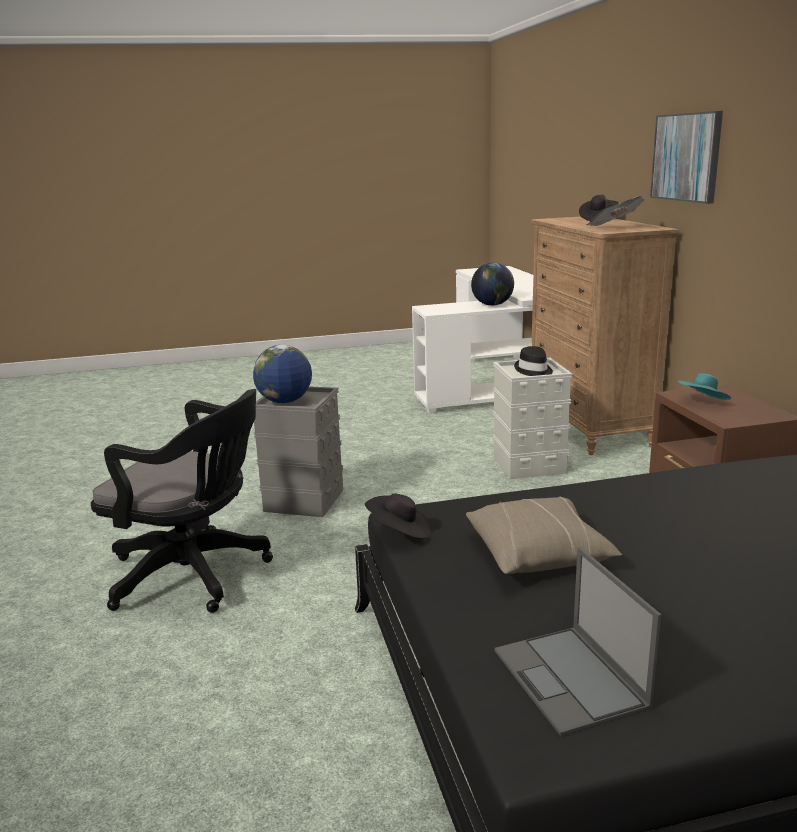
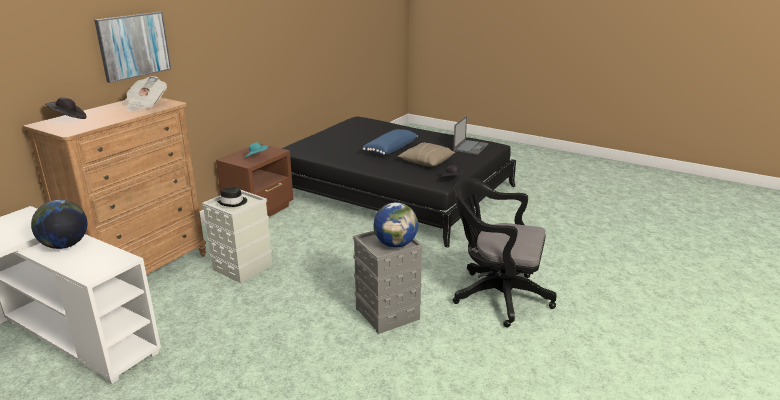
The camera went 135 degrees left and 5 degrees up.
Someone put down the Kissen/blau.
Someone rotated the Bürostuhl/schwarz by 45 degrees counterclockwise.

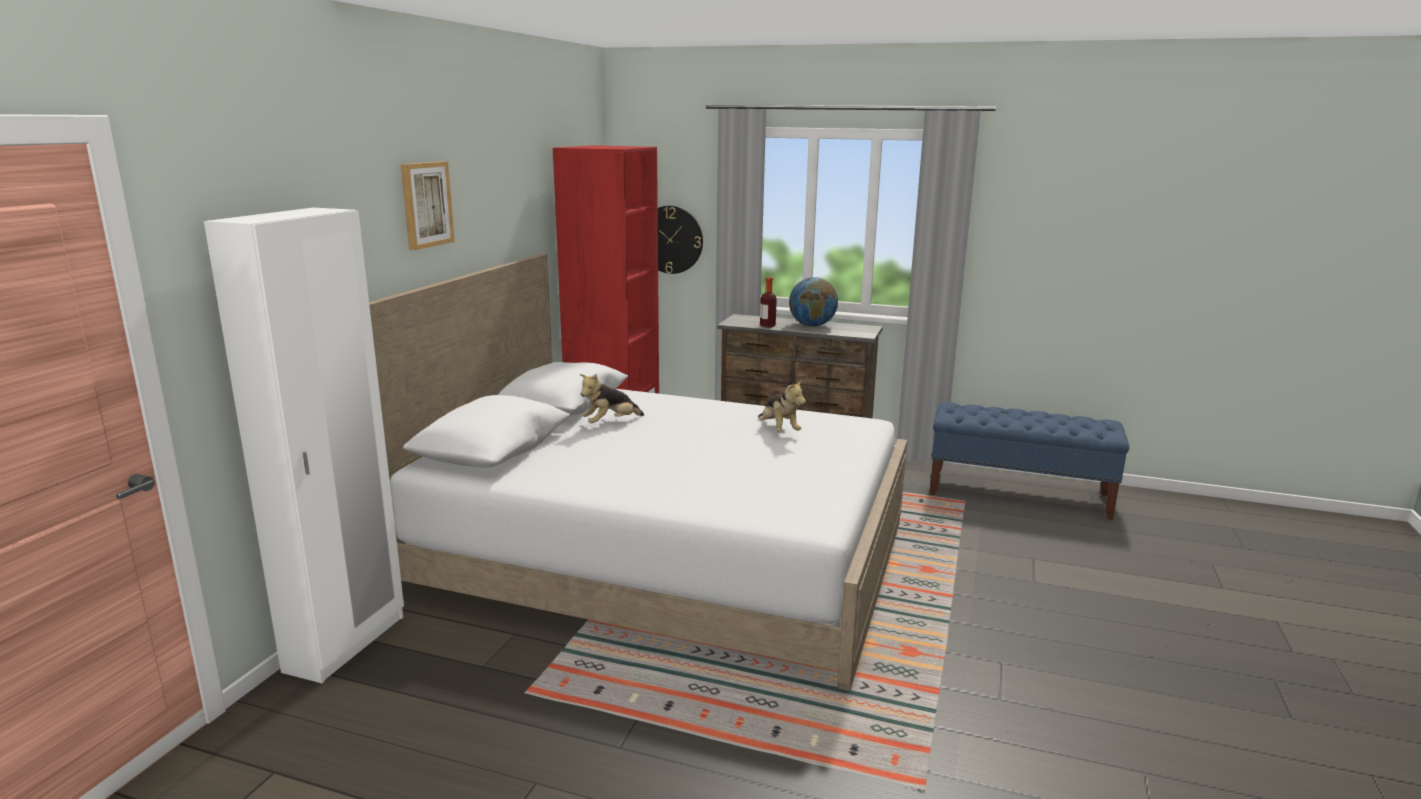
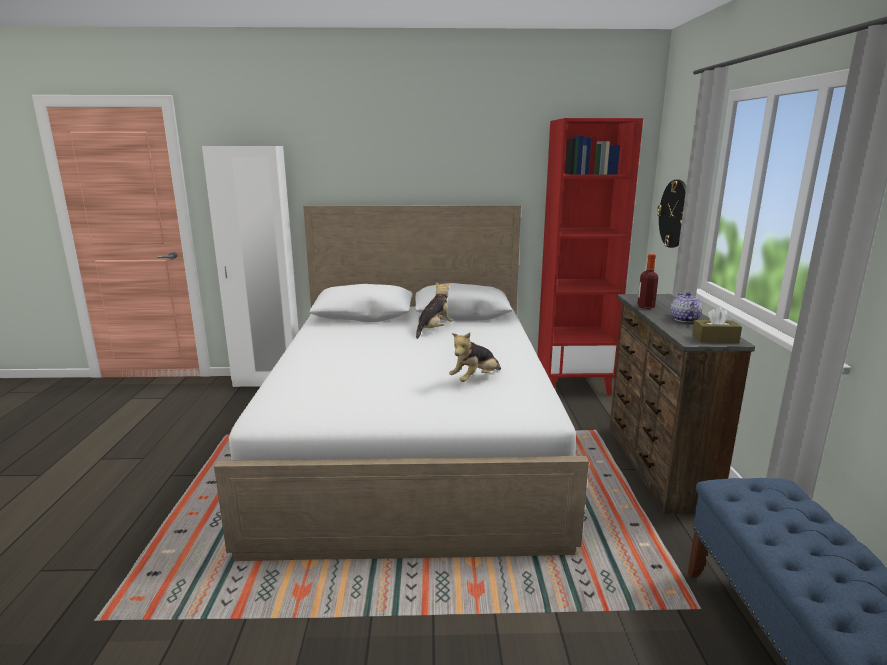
The camera went 70 degrees right and 0 degrees up.
Someone rotated the Plüschtier (1st from left) by 90 degrees clockwise.
Someone swapped the Globus for the Teekanne.
Someone put down the Taschentuchbox/braun.
Someone took away the Bild.

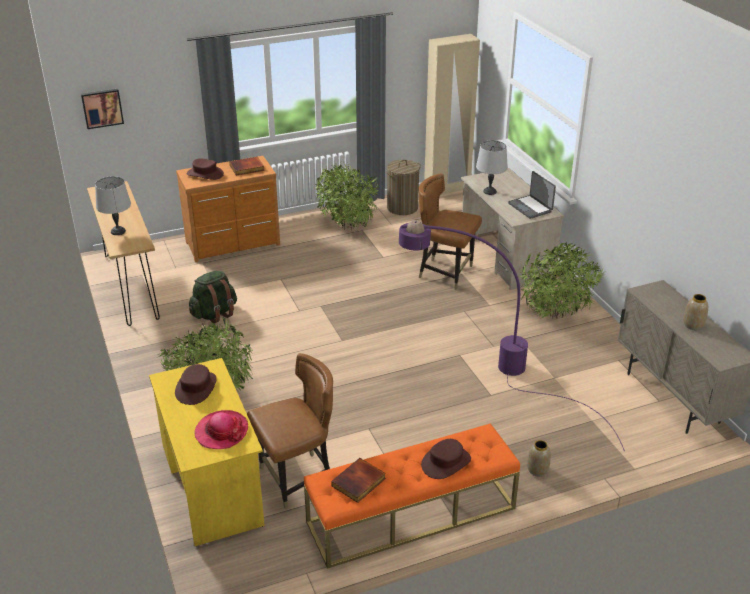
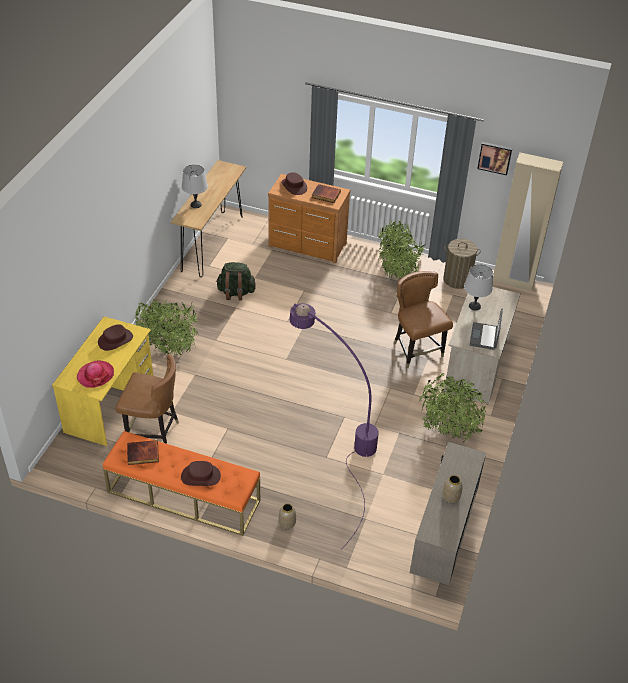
The camera went 40 degrees right and 10 degrees up.
Someone carried the Bild.

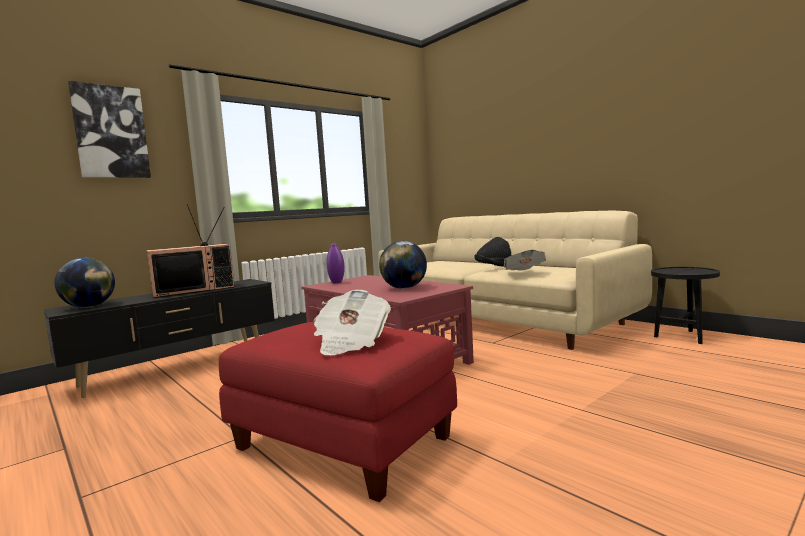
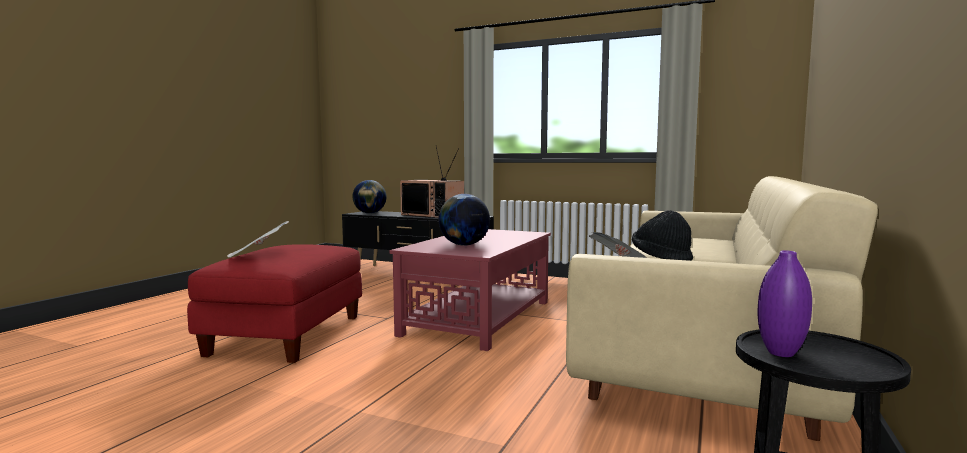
The camera went 65 degrees right and 0 degrees up.
Someone carried the Vase/lila.
Someone took away the Bild.

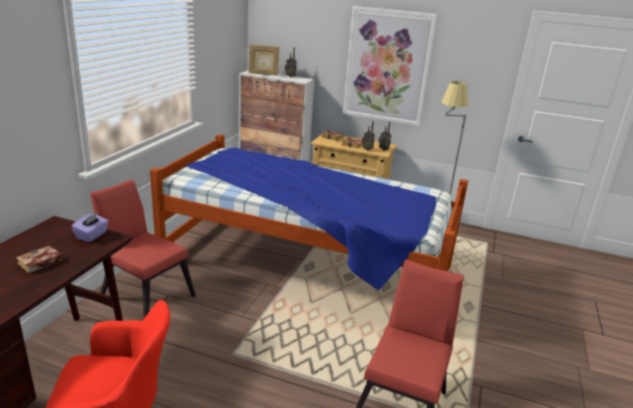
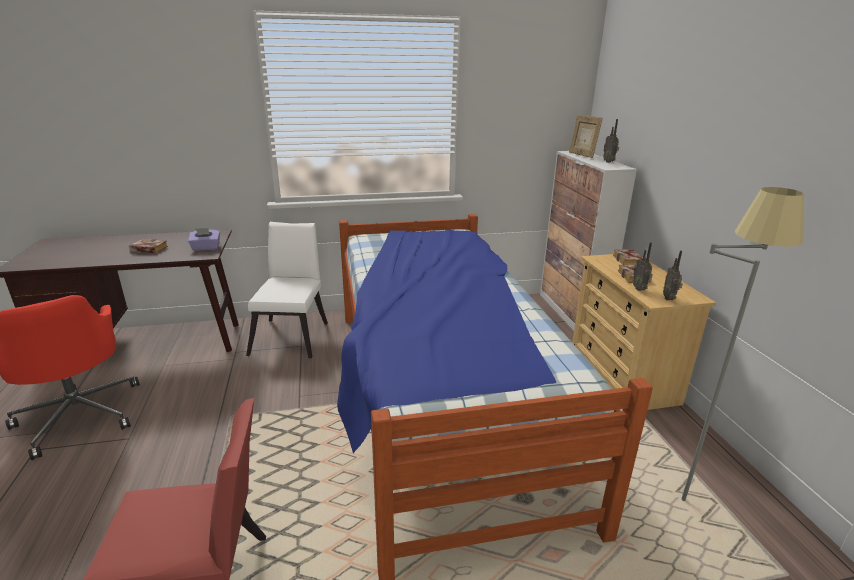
The camera went 60 degrees right and 0 degrees up.
Someone repainted the Stuhl/rot (1st from left), which became the Stuhl/weiß.
Someone took away the Bild.

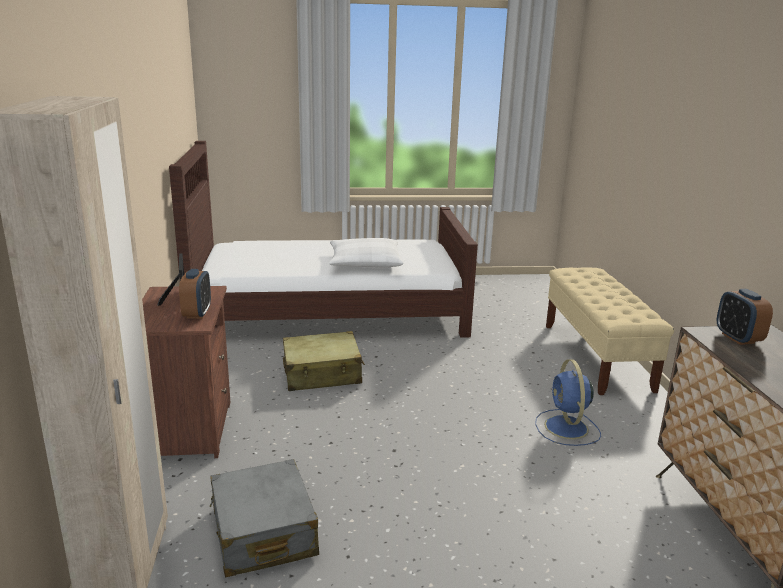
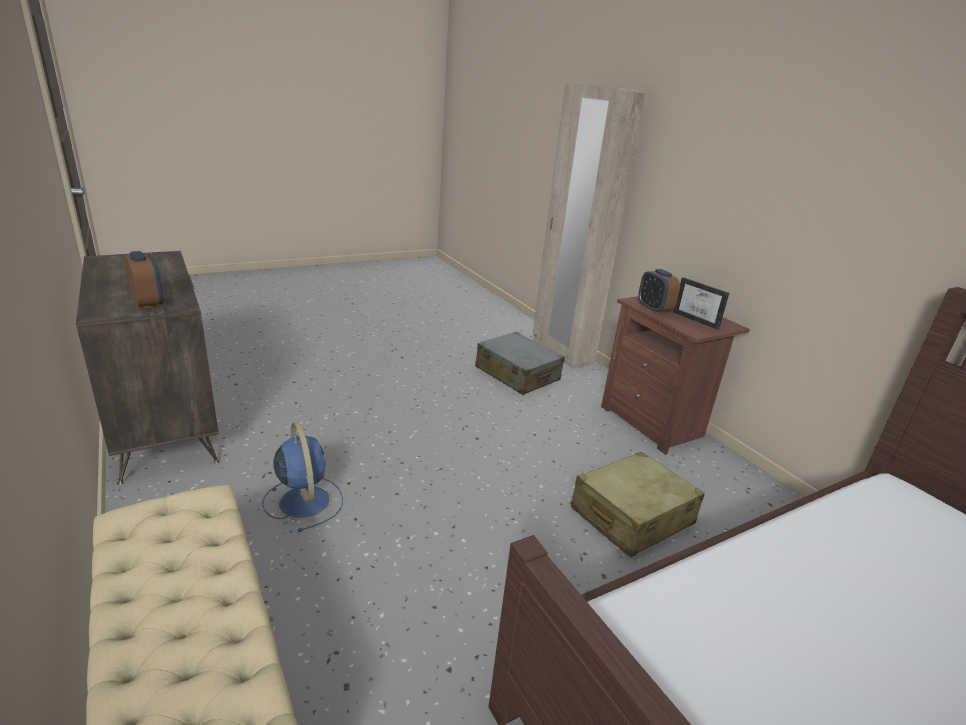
The camera went 155 degrees right and 5 degrees up.
Someone took away the Kissen/weiß.

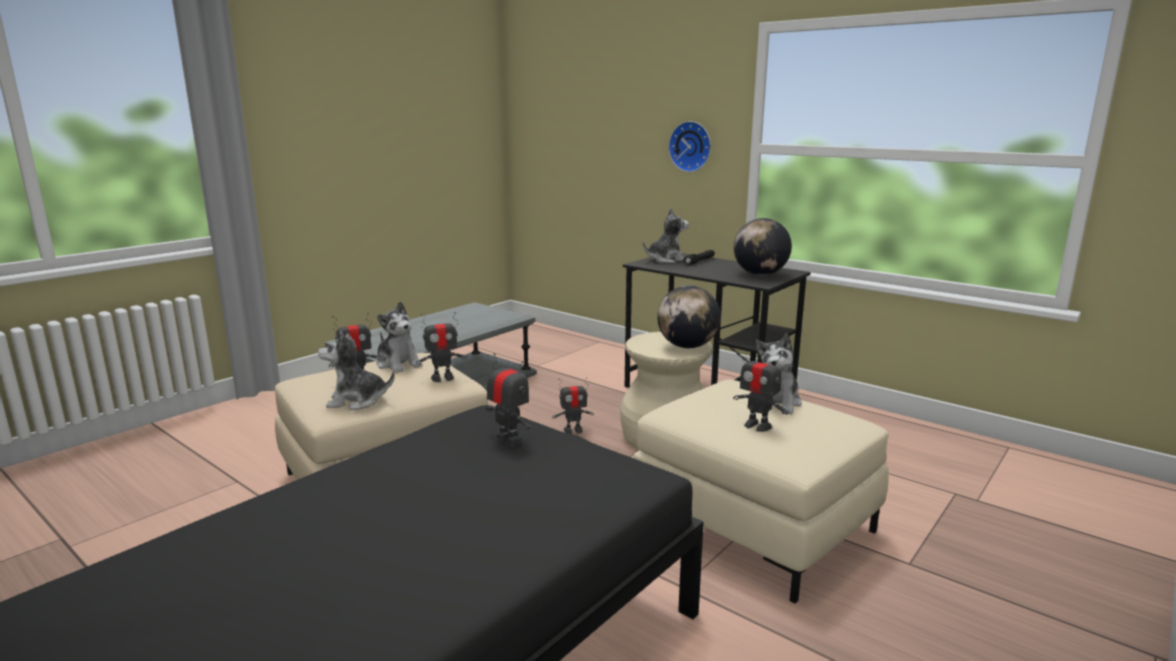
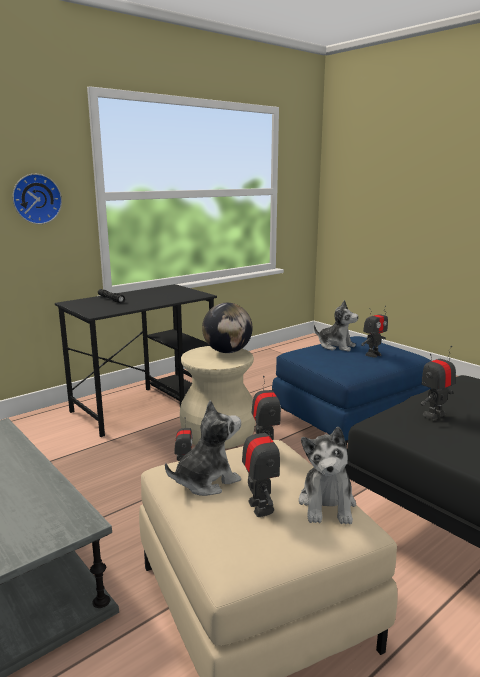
The camera went 80 degrees left and 0 degrees up.
Someone repainted the Polsterhocker/beige (2nd from left), which became the Polsterhocker/blau.
Someone took away the Plüschtier (3rd from left).
Someone took away the Globus (2nd from left).

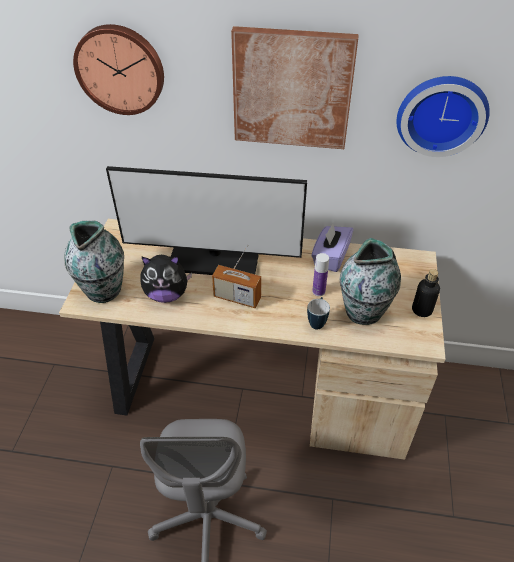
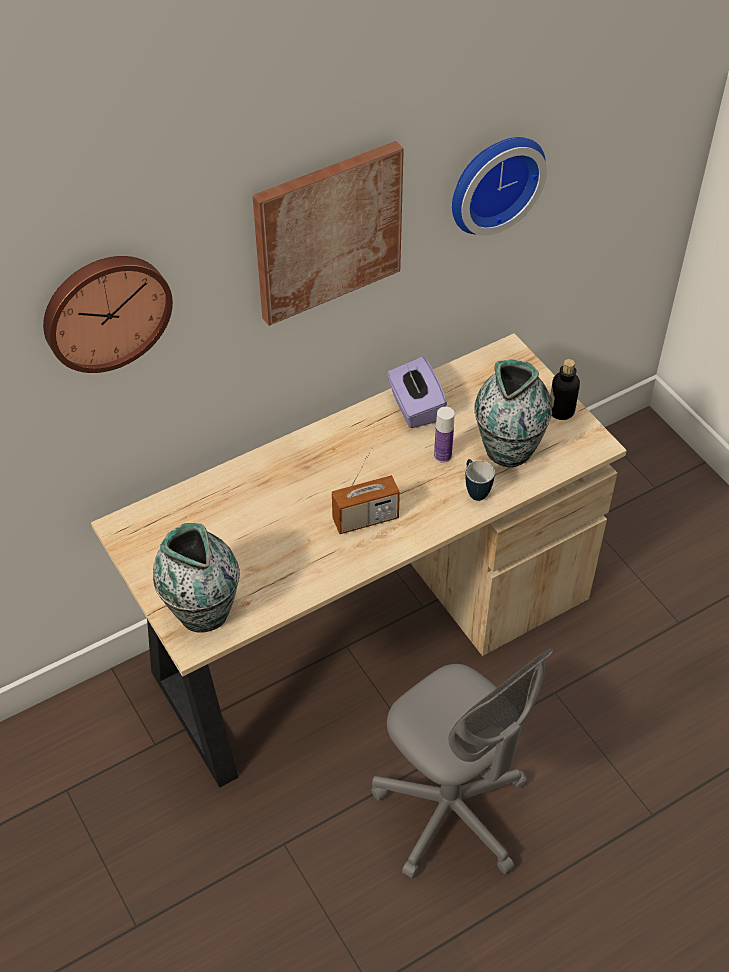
The camera went 40 degrees left and 5 degrees up.
Someone took away the Monitor.
Someone took away the Plüschtier.

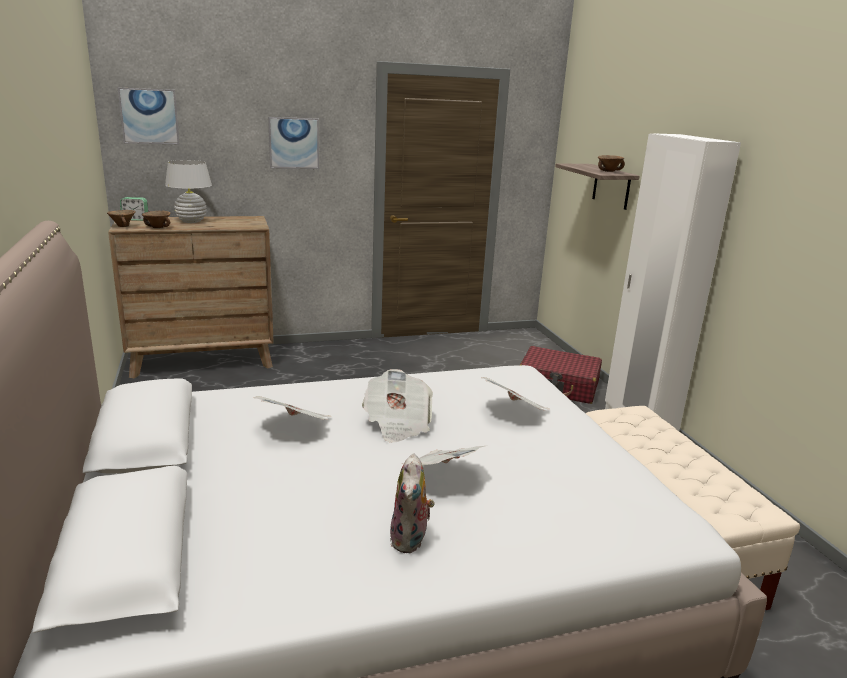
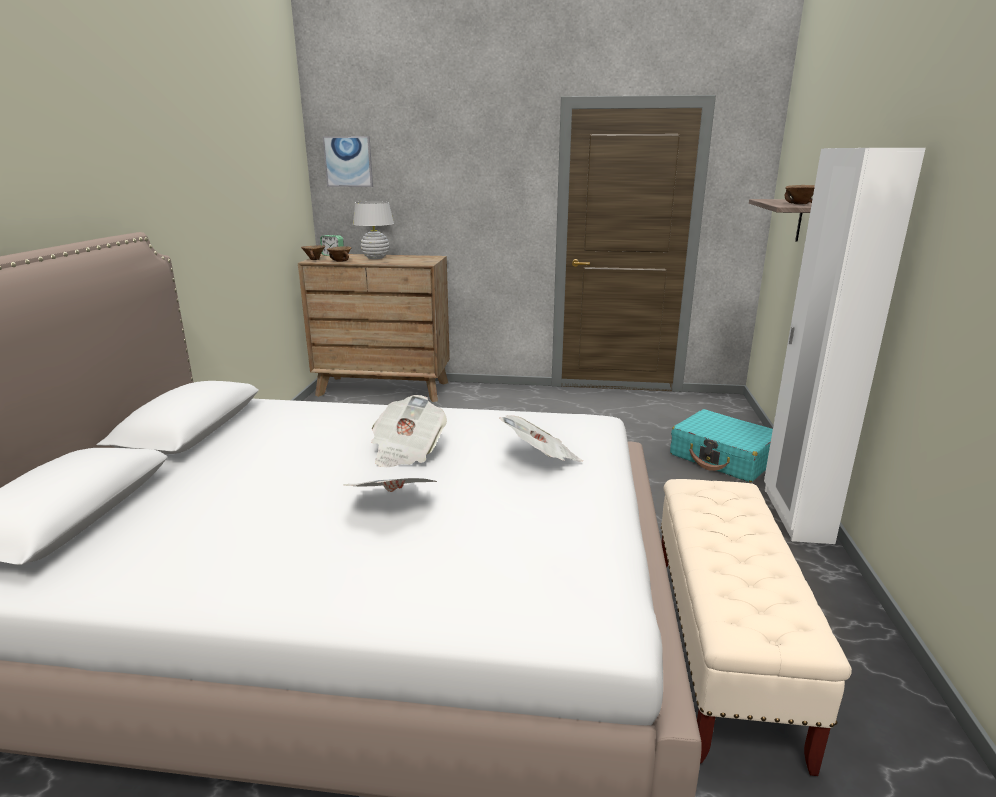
The camera went 25 degrees right and 0 degrees up.
Someone repainted the Koffer/rot, which became the Koffer/türkis.
Someone took away the Zeitung (1st from left).
Someone took away the Bild (2nd from left).
Someone took away the Plüschtier.

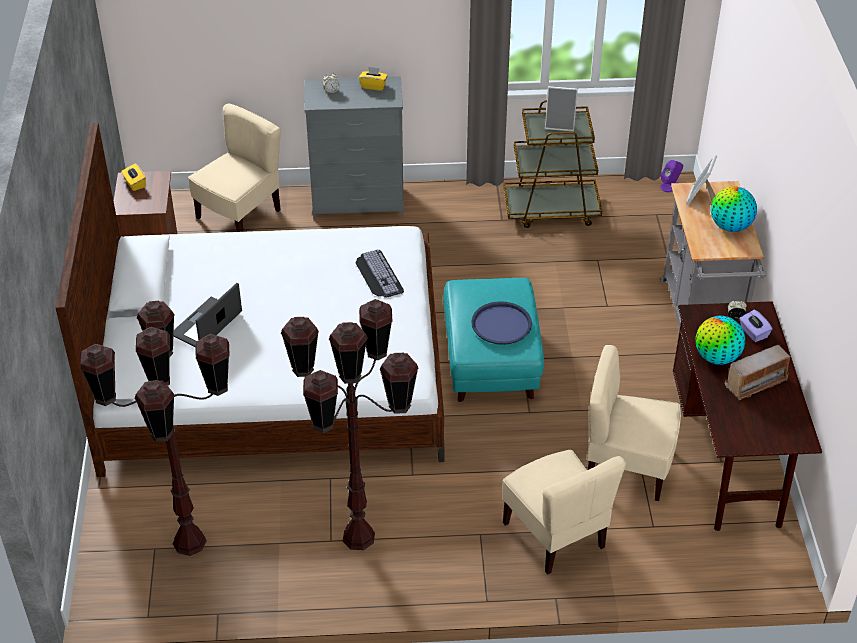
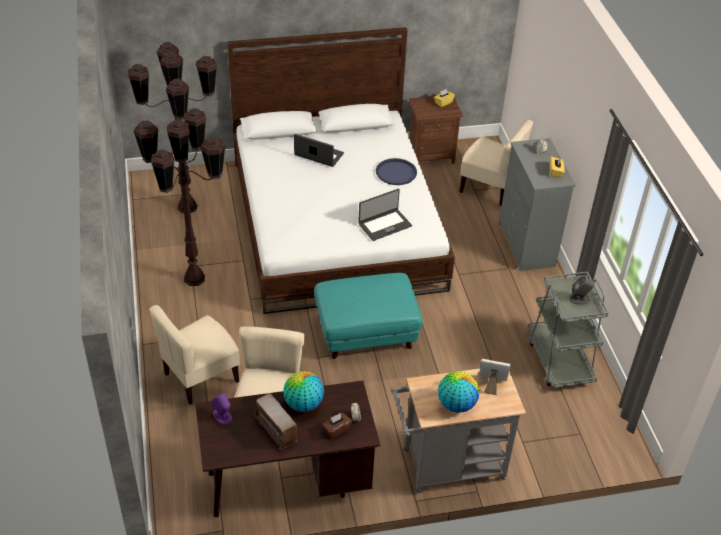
The camera went 80 degrees right and 0 degrees up.
Someone carried the Lautsprecher/lila.
Someone repainted the Taschentuchbox/lila, which became the Taschentuchbox/braun.
Someone swapped the Tastatur for the Laptop (2nd from left).
Someone carried the Tablett/blau.
Someone repainted the Rollwagen/braun, which became the Rollwagen/grau (2nd from left).
Someone swapped the Bilderrahmen (1st from left) for the Lautsprecher/grau.

